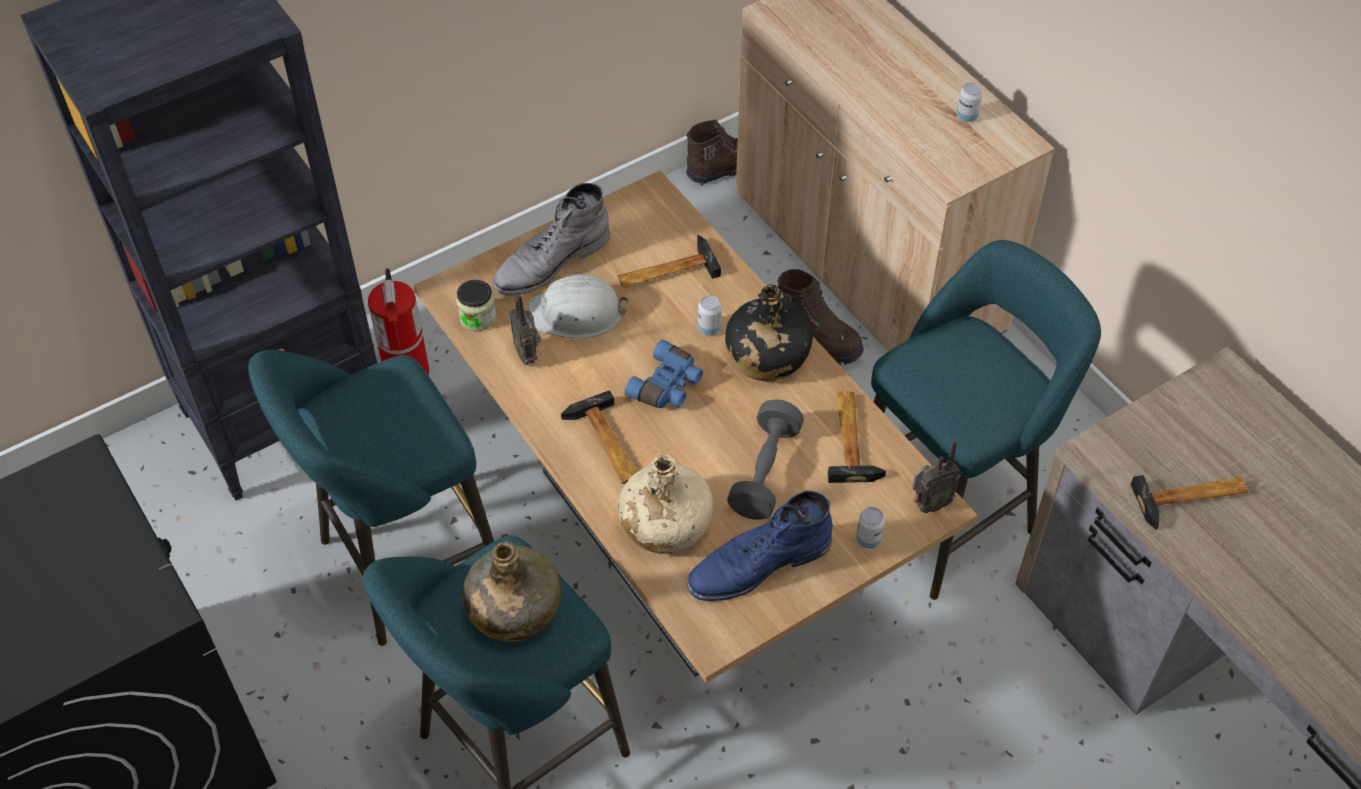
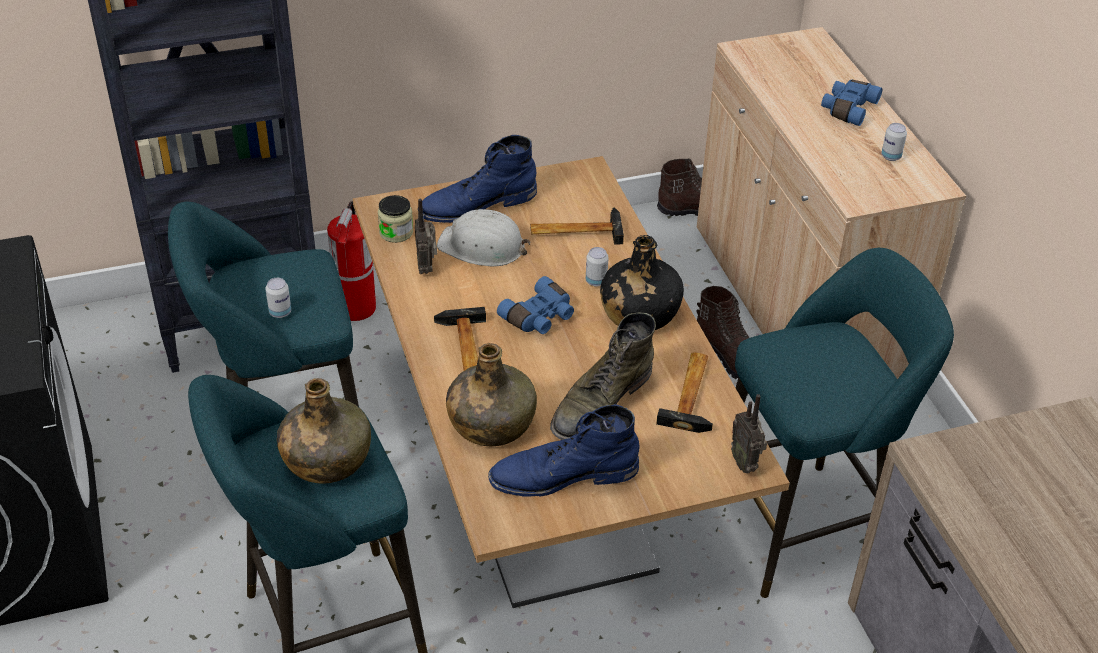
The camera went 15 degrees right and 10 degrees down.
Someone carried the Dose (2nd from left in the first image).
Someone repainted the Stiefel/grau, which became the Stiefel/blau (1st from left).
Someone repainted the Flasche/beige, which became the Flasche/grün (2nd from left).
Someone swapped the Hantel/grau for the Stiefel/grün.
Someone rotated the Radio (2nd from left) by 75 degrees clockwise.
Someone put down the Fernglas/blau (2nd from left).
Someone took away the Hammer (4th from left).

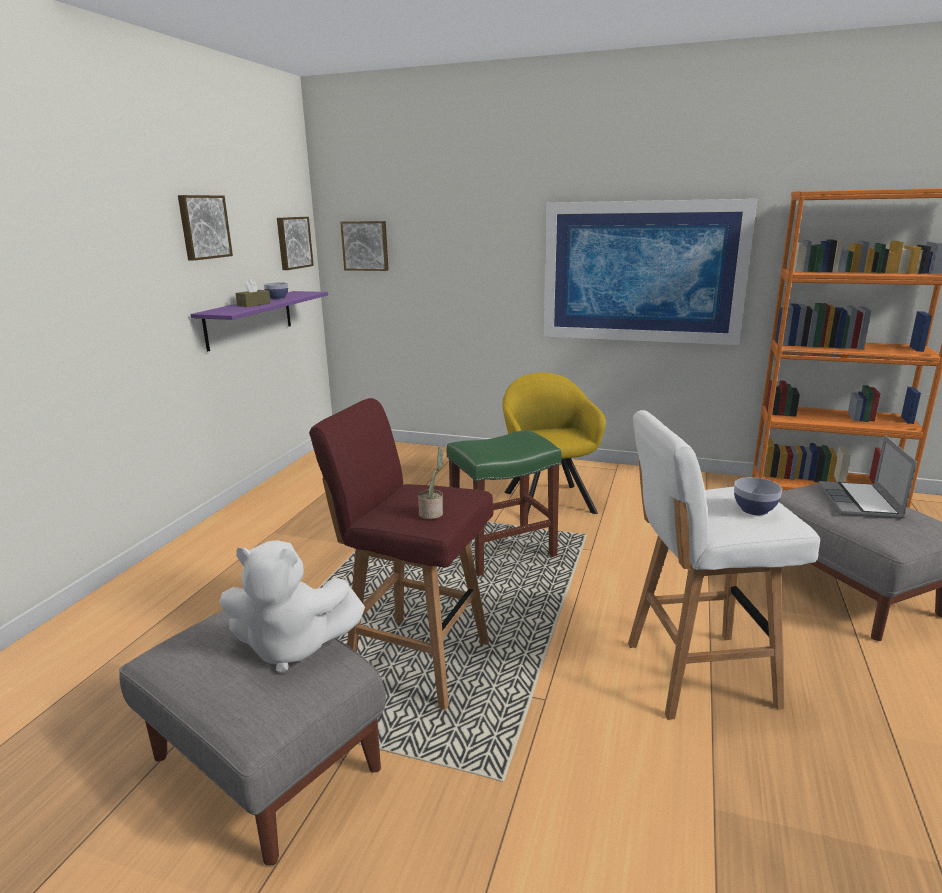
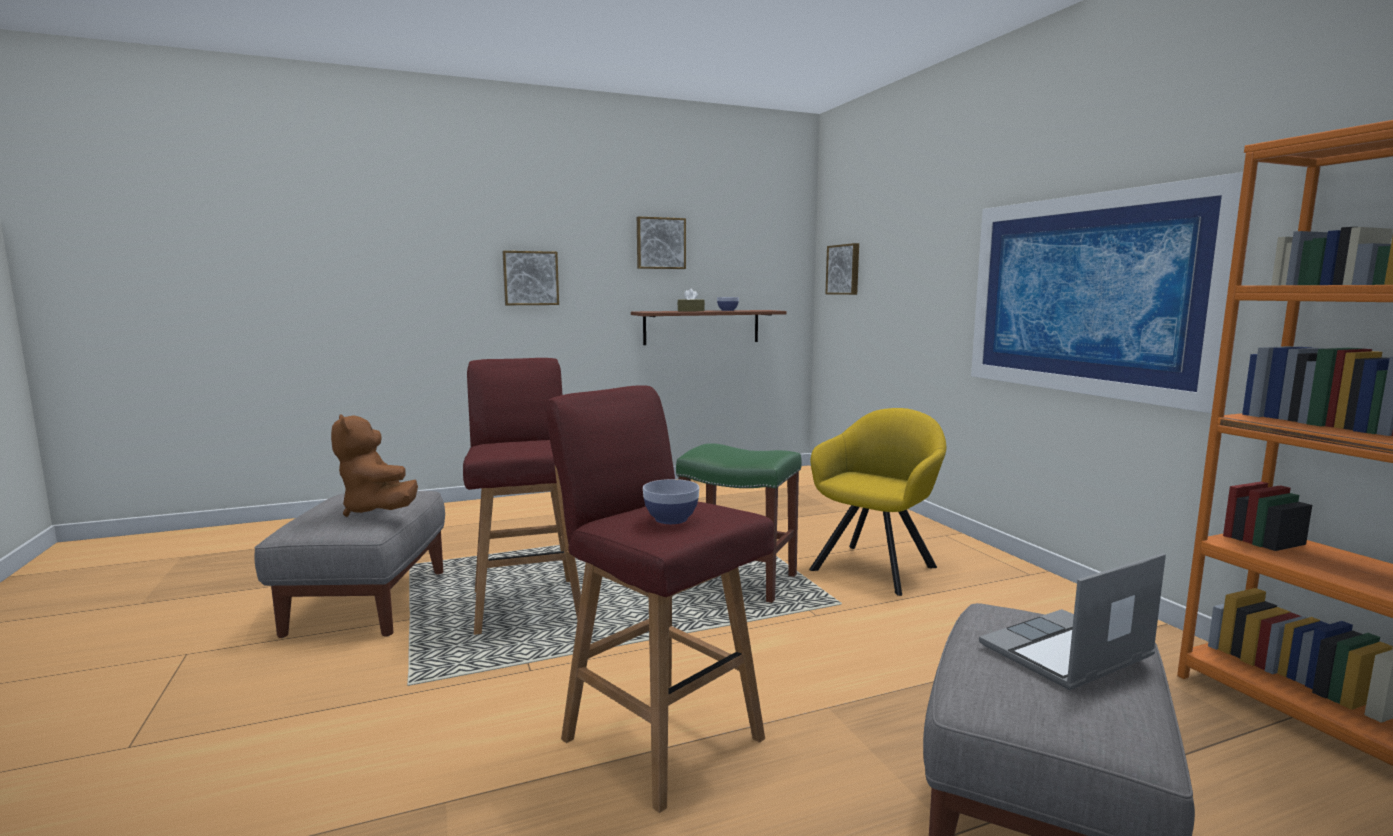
The camera went 50 degrees right and 10 degrees down.
Someone repainted the Plüschtier/weiß, which became the Plüschtier/braun.
Someone carried the Bild (2nd from left in the first image).
Someone repainted the Hocker/weiß, which became the Hocker/rot (2nd from left).
Someone repainted the Wandregal/lila, which became the Wandregal/braun.
Someone took away the Topfpflanze.

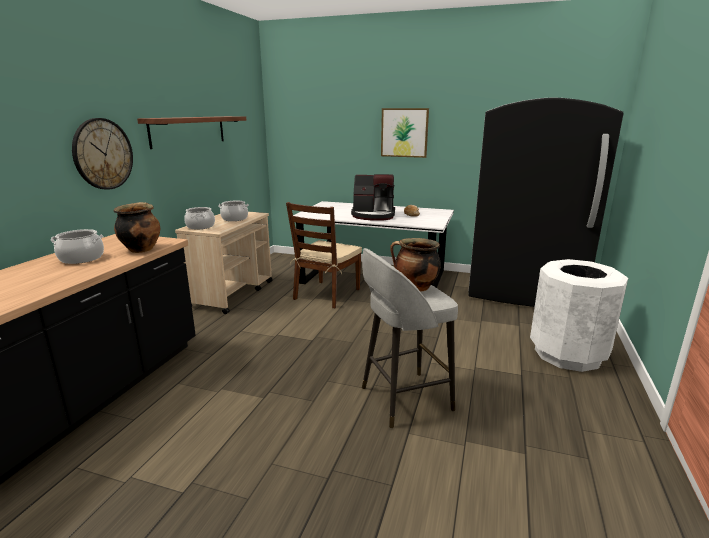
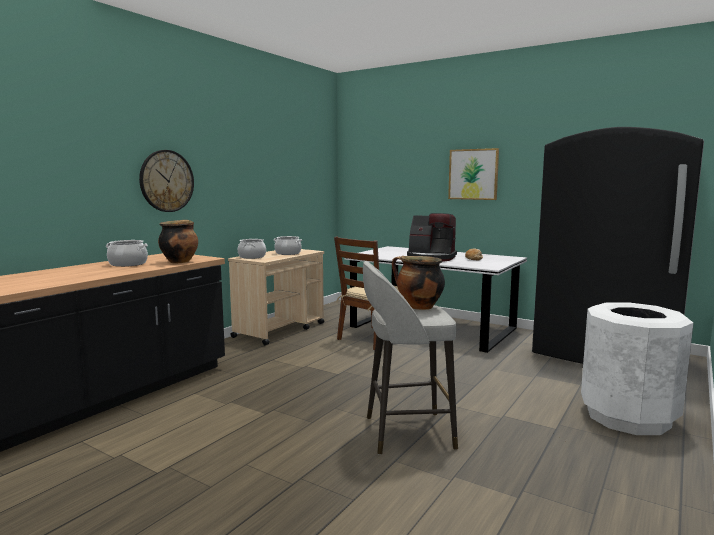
The camera went 15 degrees right and 10 degrees down.
Someone took away the Wandregal.

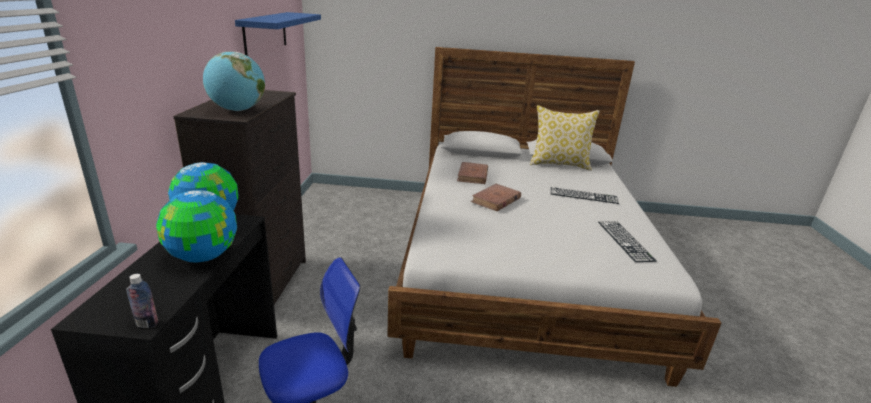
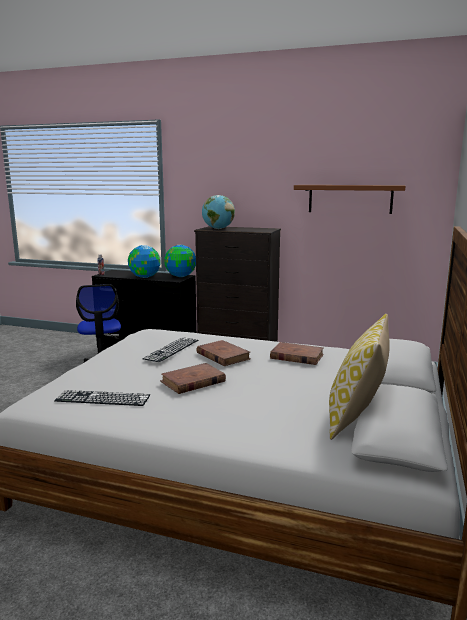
The camera went 105 degrees right and 10 degrees down.
Someone carried the Tastatur (1st from left in the first image).
Someone put down the Buch/braun (1st from left).
Someone repainted the Wandregal/blau, which became the Wandregal/braun.

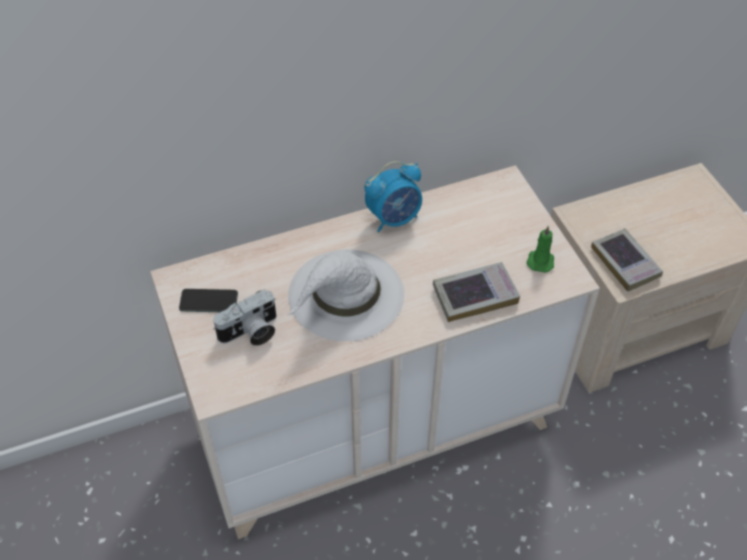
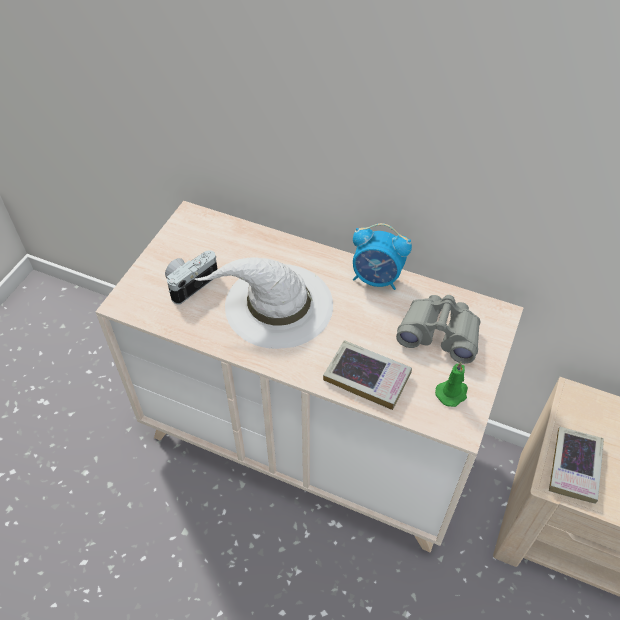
The camera went 45 degrees right and 0 degrees up.
Someone rotated the Kamera by 120 degrees clockwise.
Someone put down the Fernglas/grau.
Someone took away the Handy.

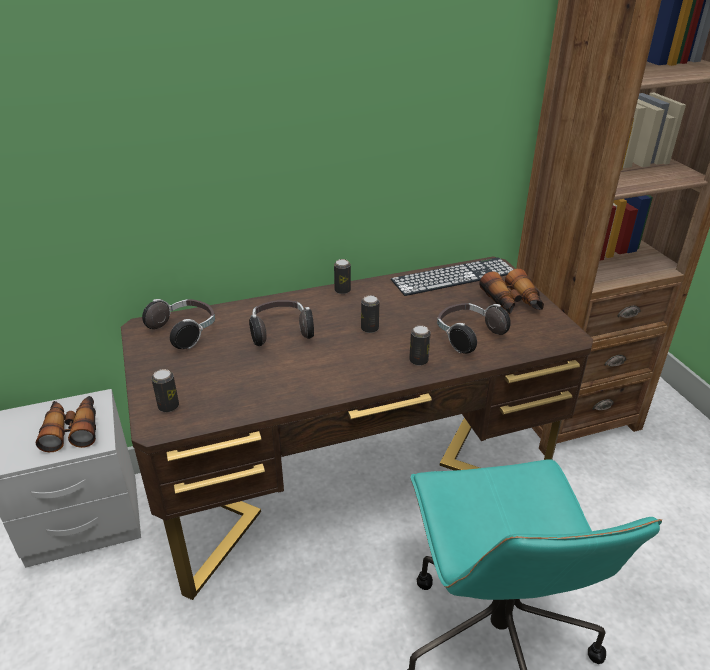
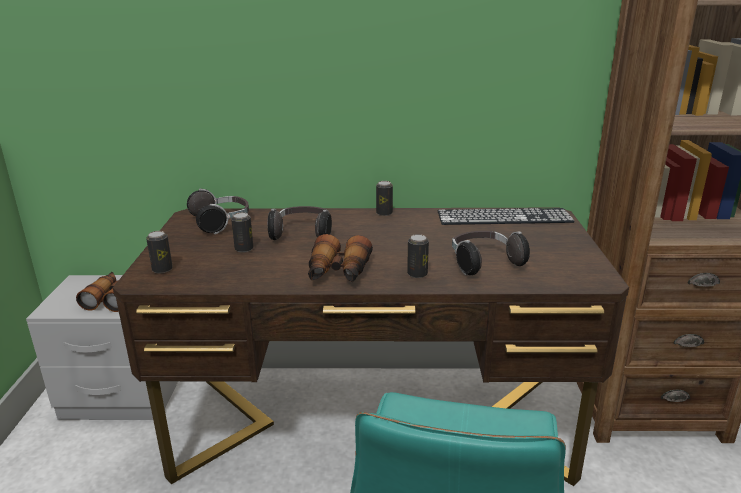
The camera went 20 degrees right and 10 degrees down.
Someone carried the Dose (3rd from left in the first image).
Someone carried the Fernglas (2nd from left).

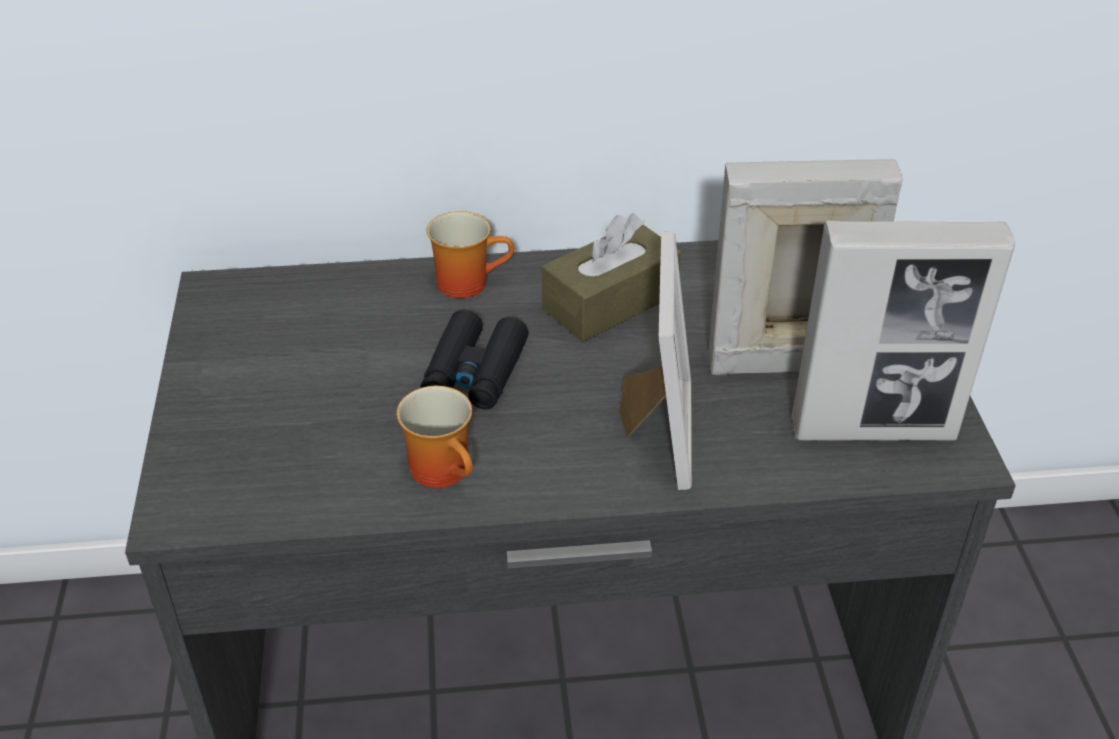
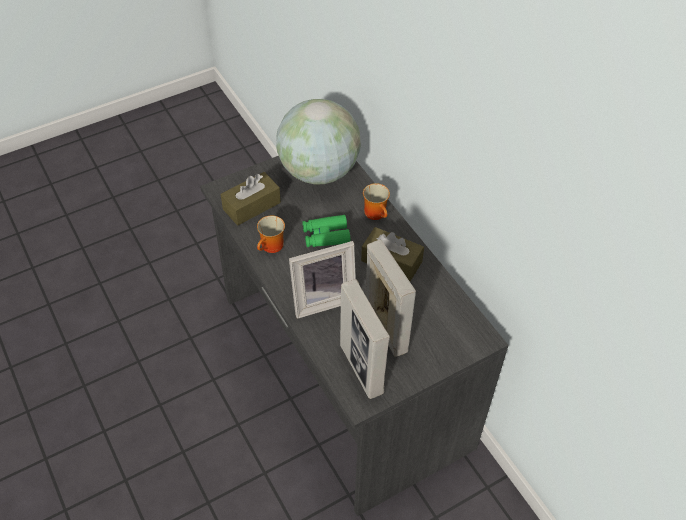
The camera went 65 degrees right and 10 degrees up.
Someone put down the Taschentuchbox/braun (1st from left).
Someone put down the Globus.
Someone repainted the Fernglas/schwarz, which became the Fernglas/grün.

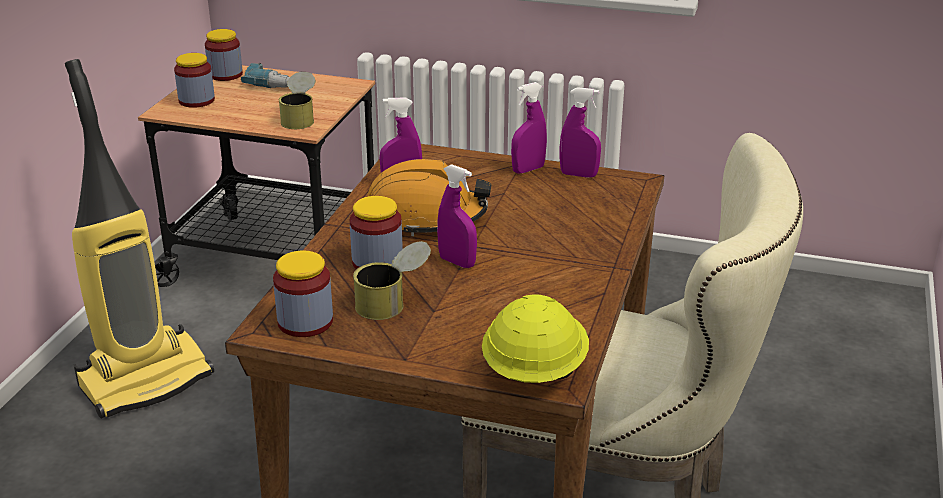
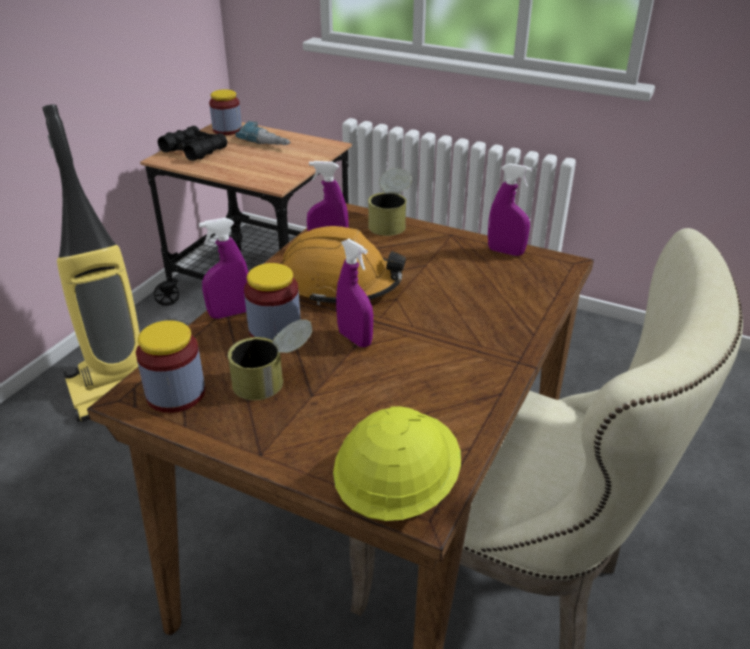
The camera went 10 degrees right and 5 degrees up.
Someone swapped the Vorratsglas (1st from left) for the Fernglas/schwarz.
Someone carried the Sprühflasche/lila (3rd from left in the first image).
Someone carried the Dose (1st from left in the first image).

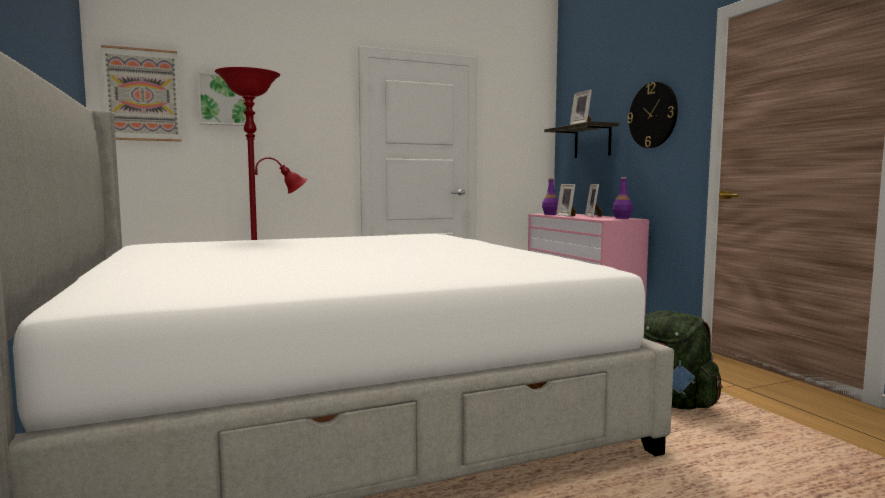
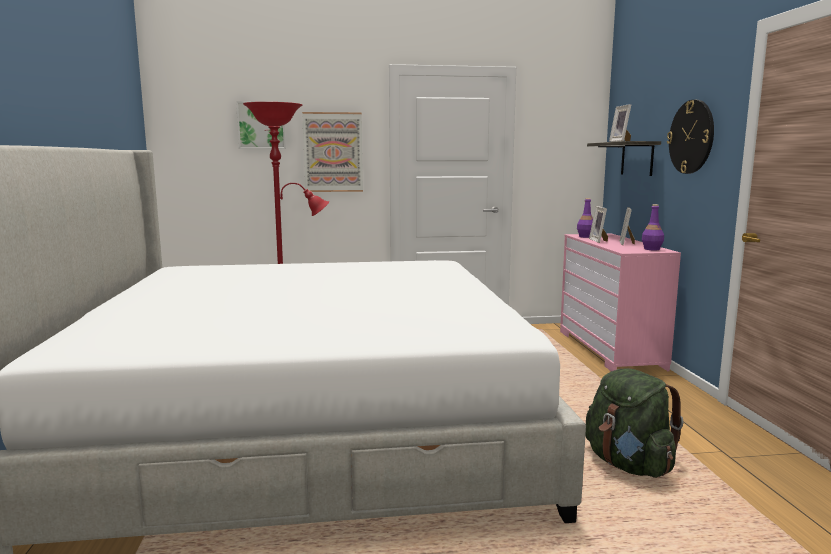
The camera went 15 degrees right and 5 degrees up.
Someone carried the Bild (1st from left in the first image).

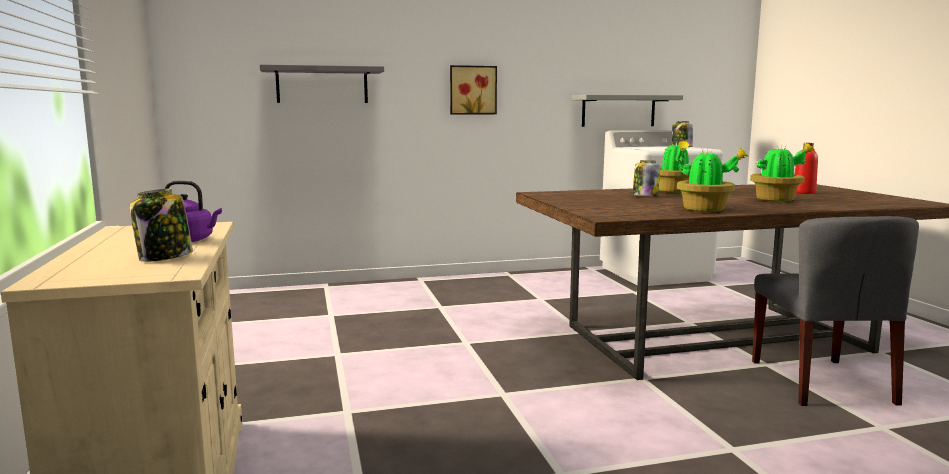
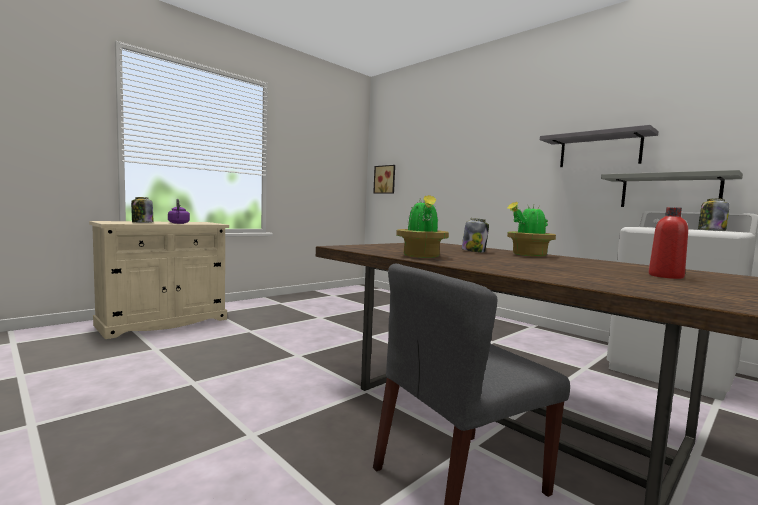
The camera went 60 degrees right and 5 degrees down.
Someone carried the Bild.
Someone carried the Wandregal/grau (1st from left).
Someone took away the Topfpflanze (3rd from left).

